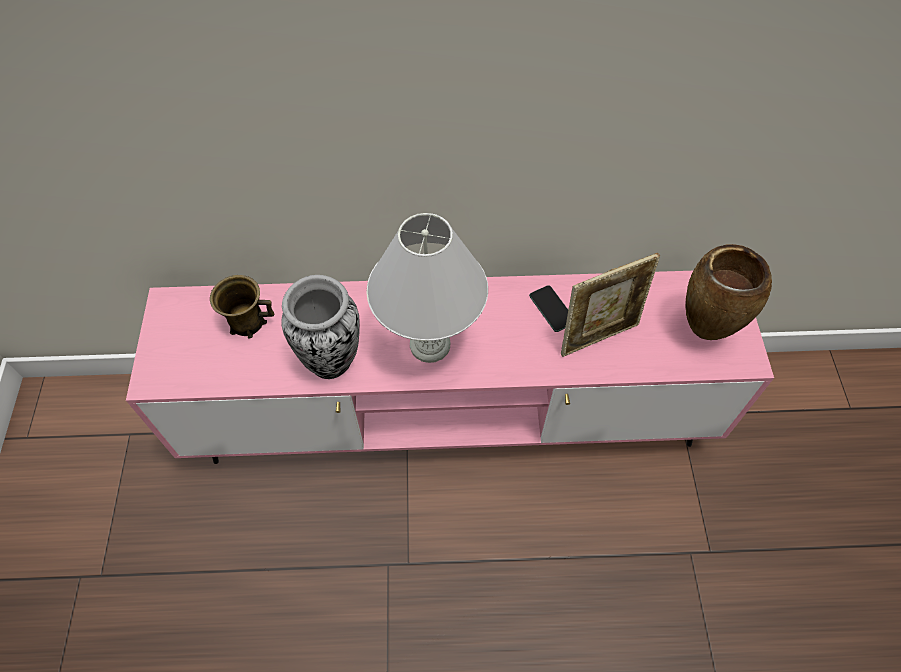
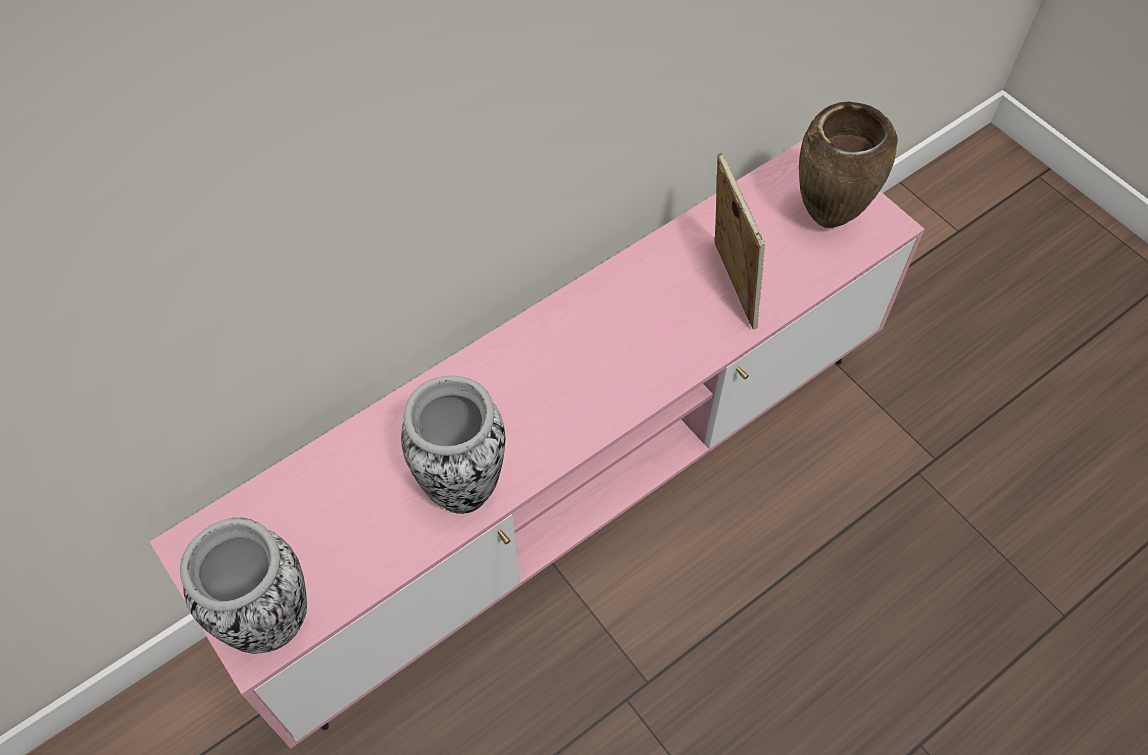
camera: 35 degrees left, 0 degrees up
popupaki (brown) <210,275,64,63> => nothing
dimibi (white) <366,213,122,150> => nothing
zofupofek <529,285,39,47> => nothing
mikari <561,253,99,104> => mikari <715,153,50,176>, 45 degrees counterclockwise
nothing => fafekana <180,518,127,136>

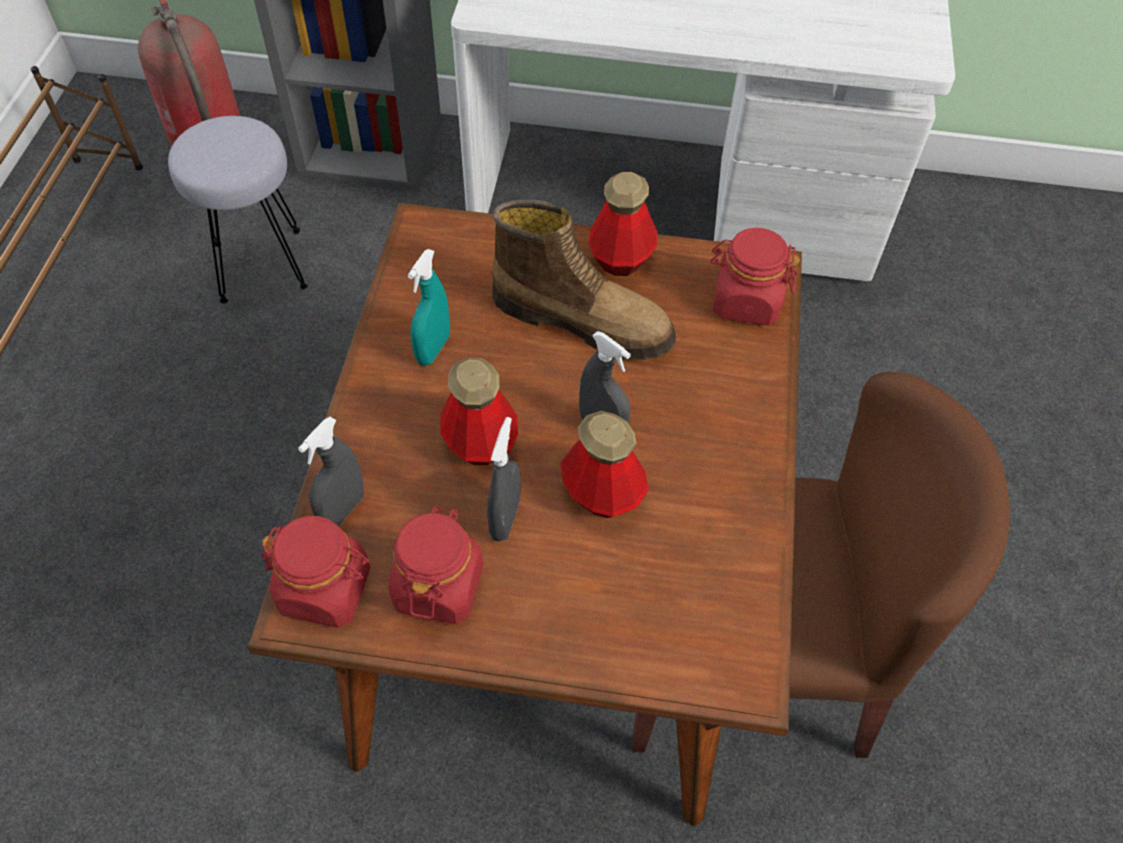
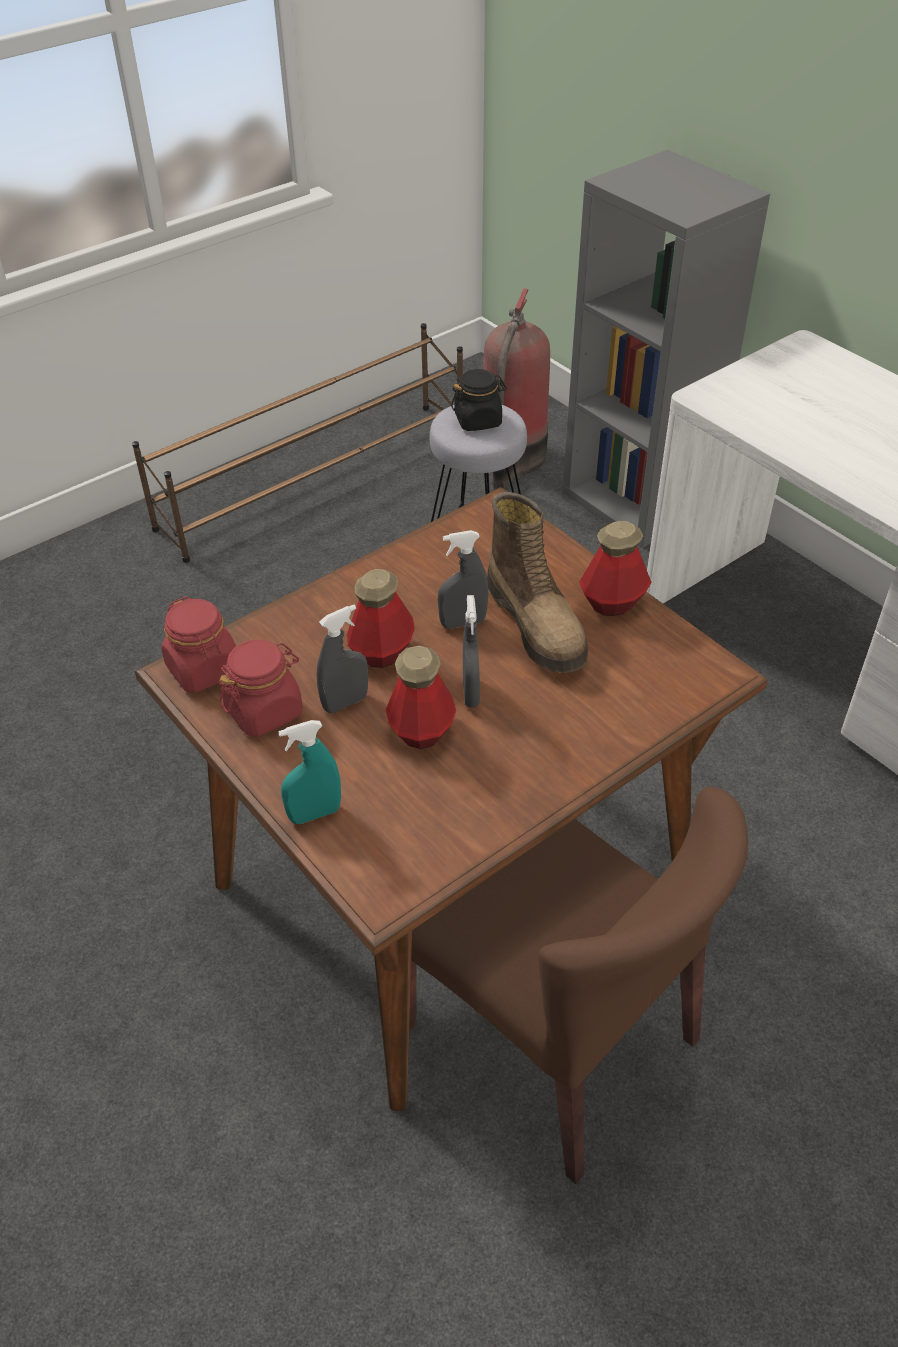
camera: 45 degrees right, 10 degrees down
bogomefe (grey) <298,416,66,110> => bogomefe (grey) <438,530,51,99>, move
bogomefe (turquoise) <408,249,42,117> => bogomefe (turquoise) <278,720,63,104>, move
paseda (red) <710,228,90,97> => nothing
nothing => paseda (black) <451,369,56,62>

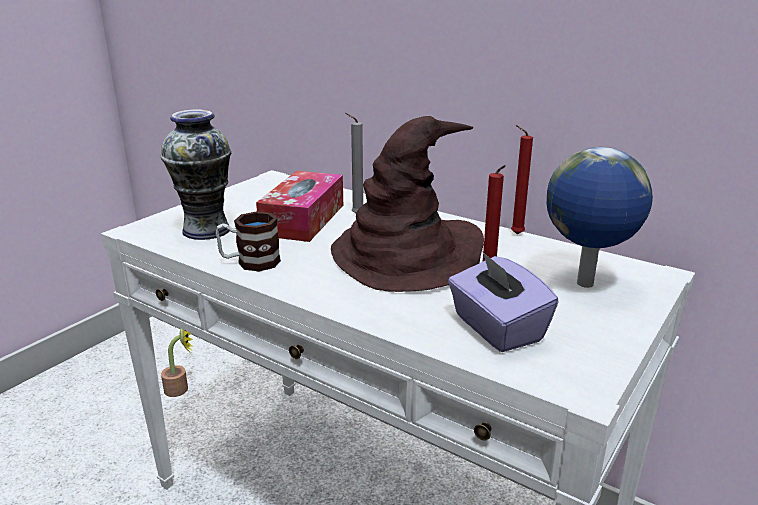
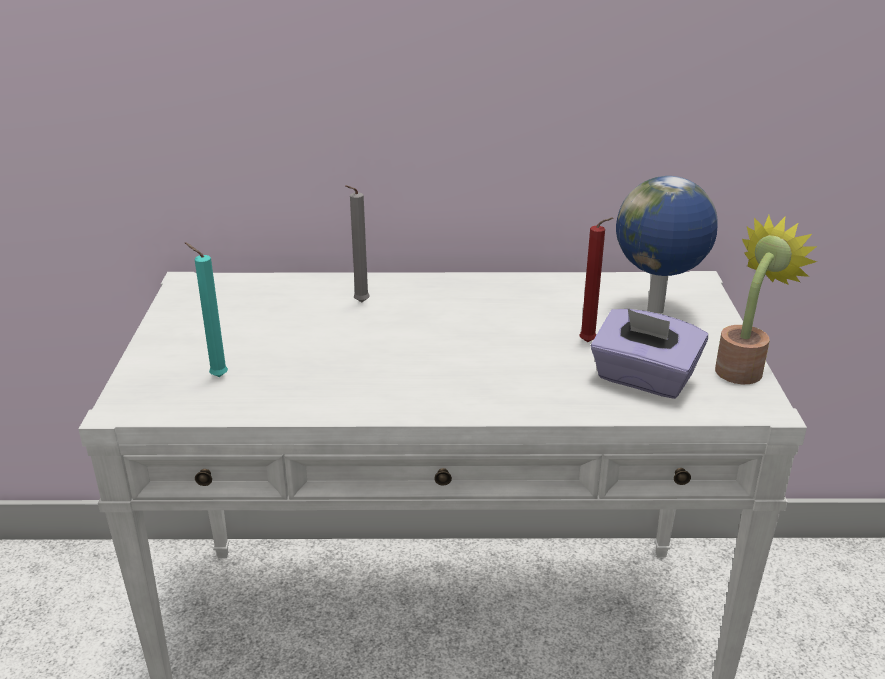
camera: 35 degrees left, 5 degrees up
fafekana <161,110,70,130> => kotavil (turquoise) <185,242,43,135>
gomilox <161,329,32,68> => gomilox <715,215,102,169>, move
popupaki <215,211,66,61> => nothing
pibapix <256,171,87,71> => nothing
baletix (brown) <331,116,153,176> => nothing
kotavil (red) <511,125,22,110> => nothing

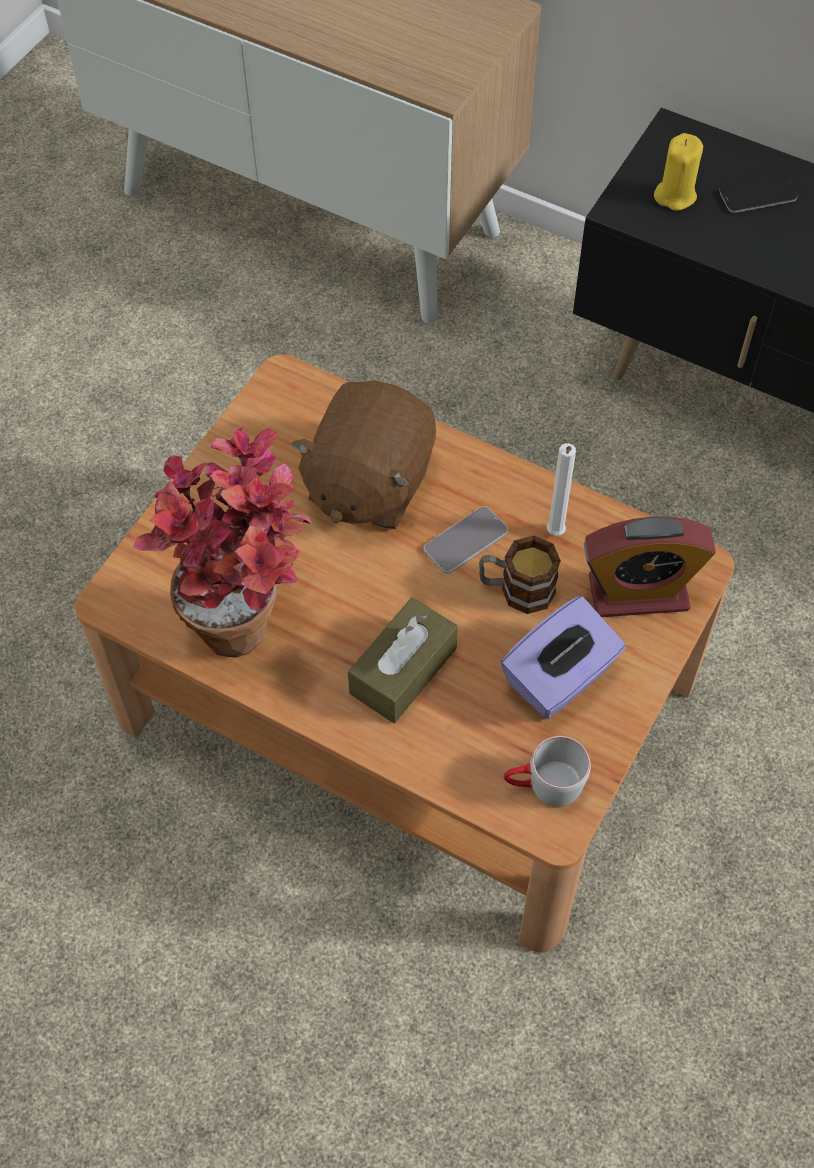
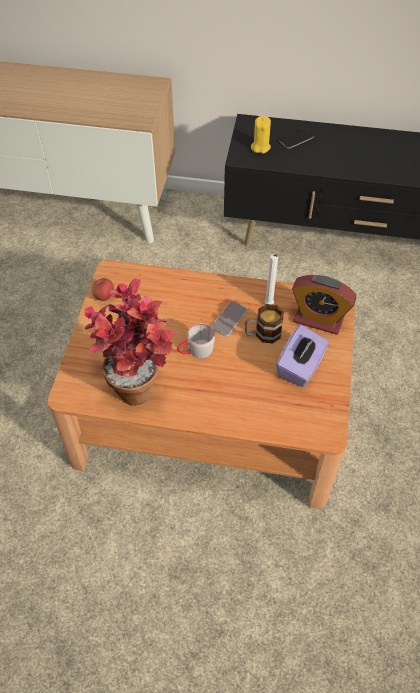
camera: 20 degrees left, 5 degrees down
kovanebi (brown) <291,381,145,148> => nothing
pibapix (brown) <348,597,110,126> => nothing
popupaki (grey) <504,736,87,71> => popupaki (grey) <177,324,38,34>, move
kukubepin <584,516,132,101> => kukubepin <292,275,65,60>, 45 degrees clockwise
nothing => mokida <92,278,22,23>

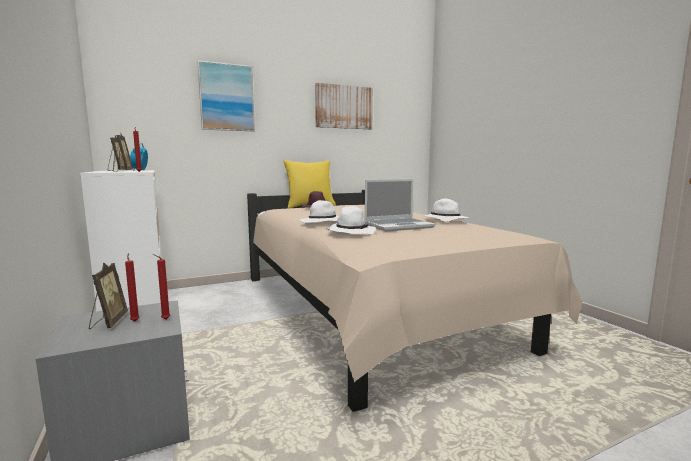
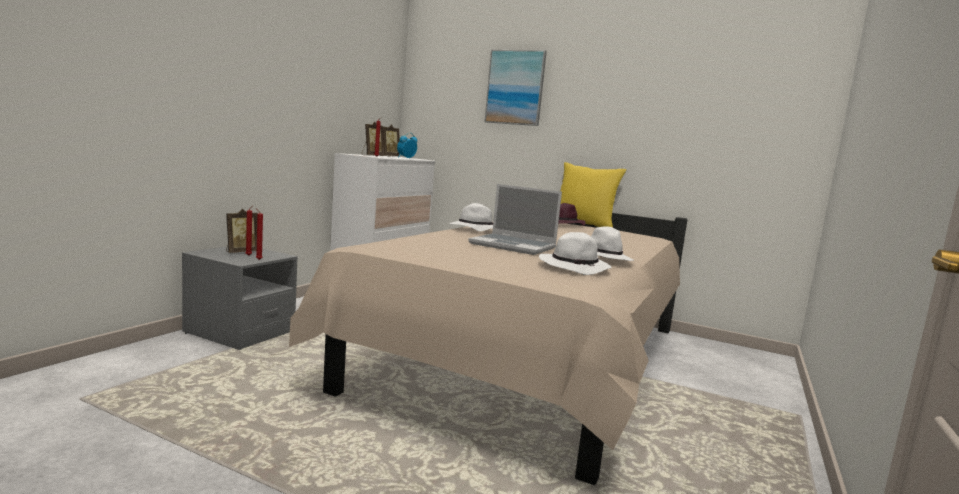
camera: 50 degrees right, 0 degrees up
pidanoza <315,83,58,46> => nothing
baletix (white) <326,206,50,29> => baletix (white) <539,232,73,43>, move

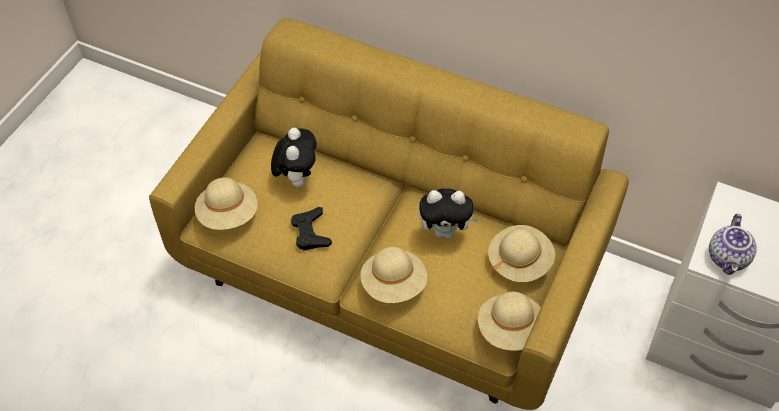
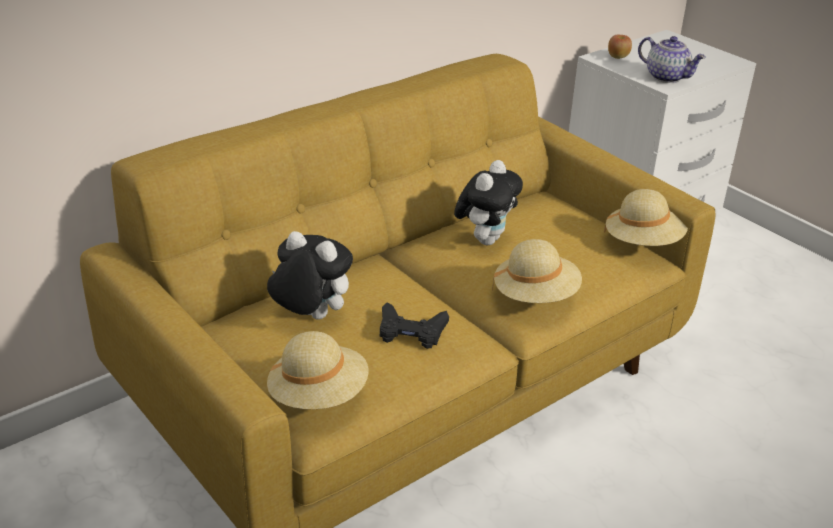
camera: 65 degrees left, 20 degrees down
baletix (beige) <488,225,67,57> => nothing
nothing => mokida <608,35,24,24>

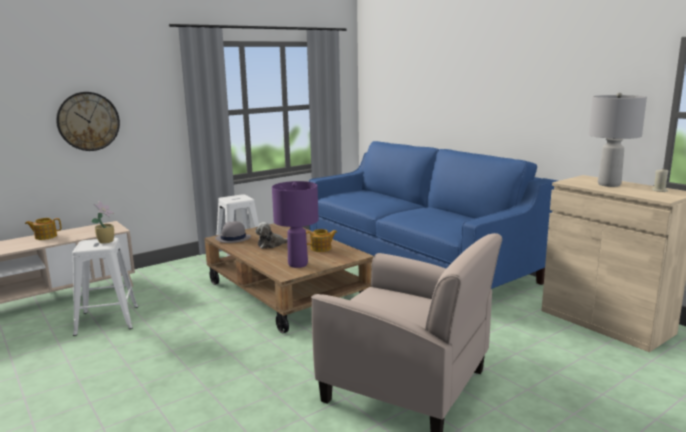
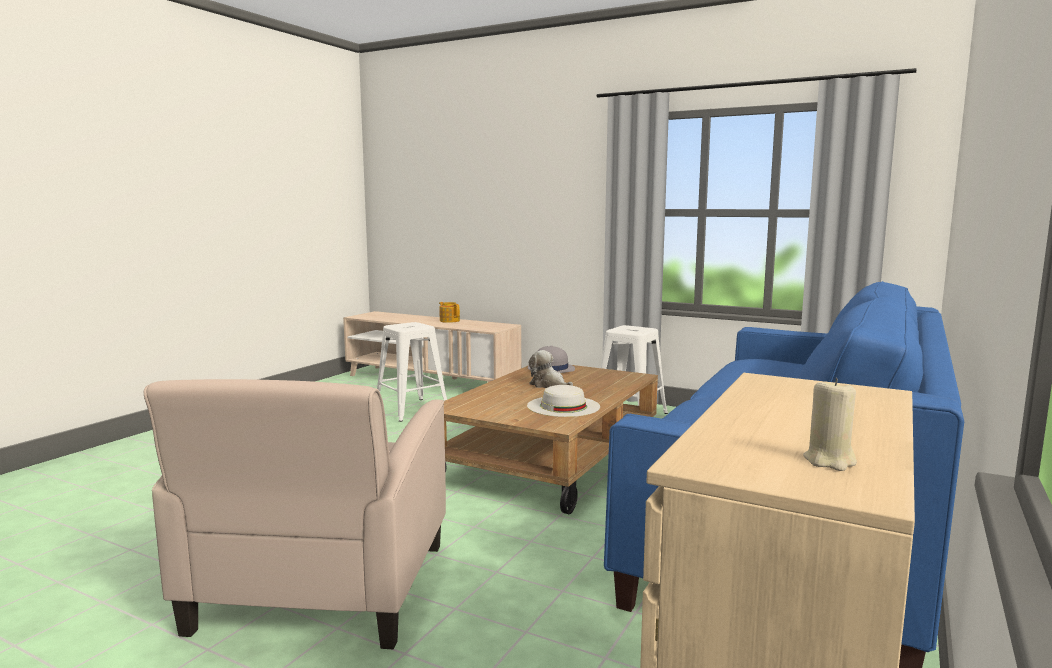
camera: 65 degrees right, 5 degrees down
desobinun <56,92,64,59> => nothing
gomilox <91,201,23,43> => nothing
dimibi (purple) <272,181,47,87> => nothing
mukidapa <306,229,31,23> => baletix (white) <527,385,73,32>
dimibi (grey) <589,93,58,94> => nothing

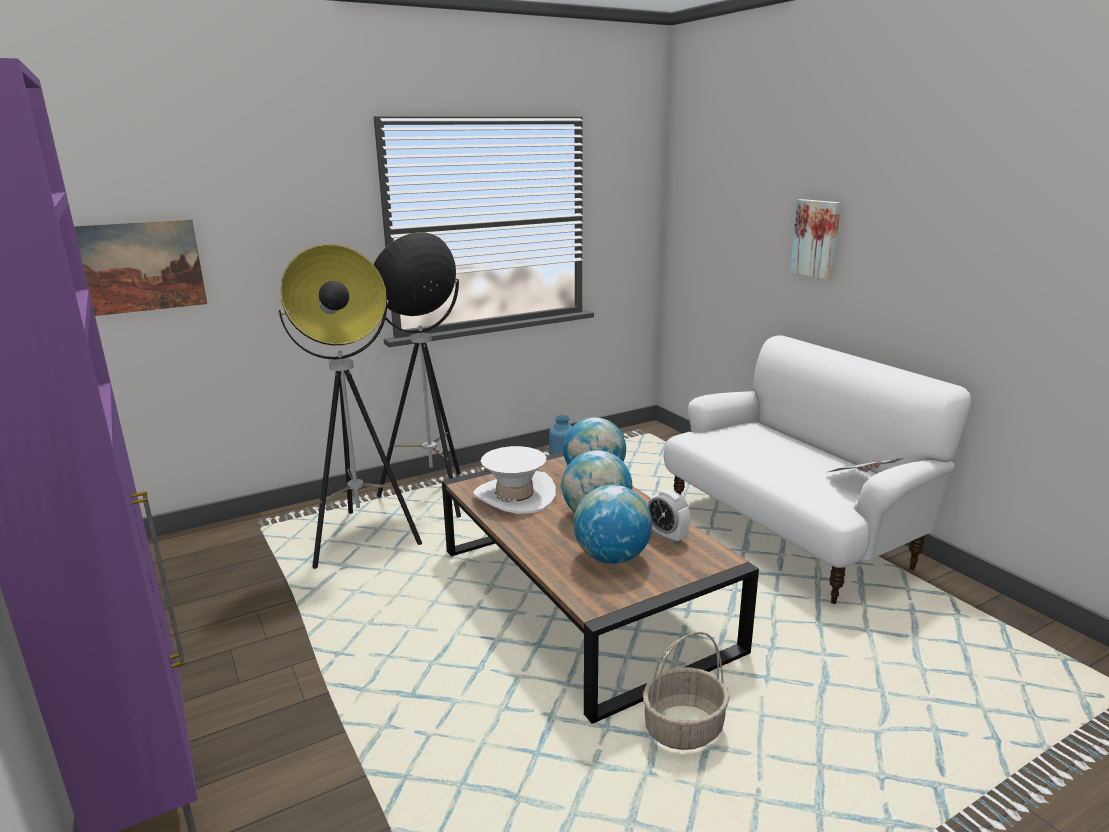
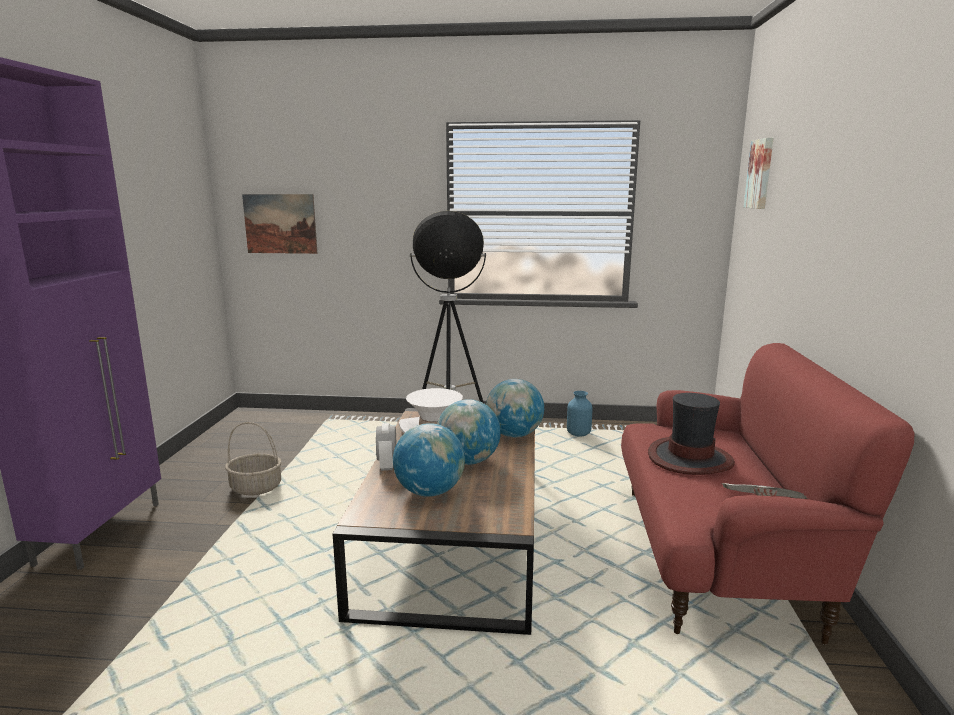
camera: 35 degrees right, 5 degrees down
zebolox <278,244,144,325> => nothing
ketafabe <643,632,87,118> => ketafabe <225,422,57,73>, move
kukubepin <647,490,43,53> => kukubepin <376,423,20,48>, move
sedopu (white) <664,336,308,268> => sedopu (red) <621,343,293,302>
pidanoza <790,199,51,81> => pidanoza <744,138,30,71>, move
nothing => baletix <648,393,87,82>

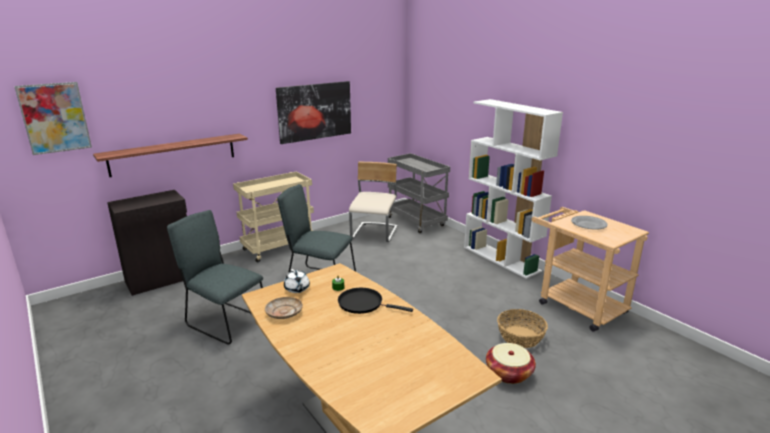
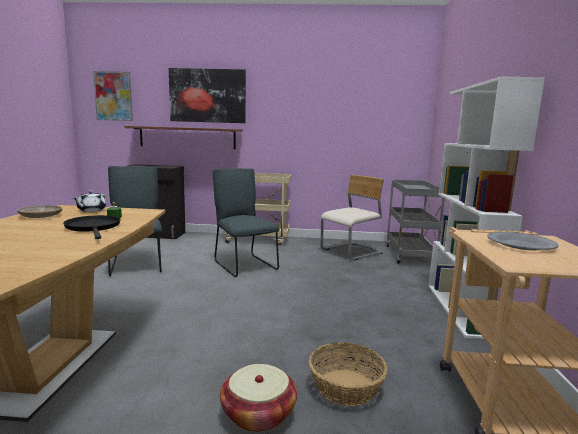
camera: 40 degrees right, 10 degrees down
pidanoza <276,81,75,63> => pidanoza <169,68,77,55>, move

